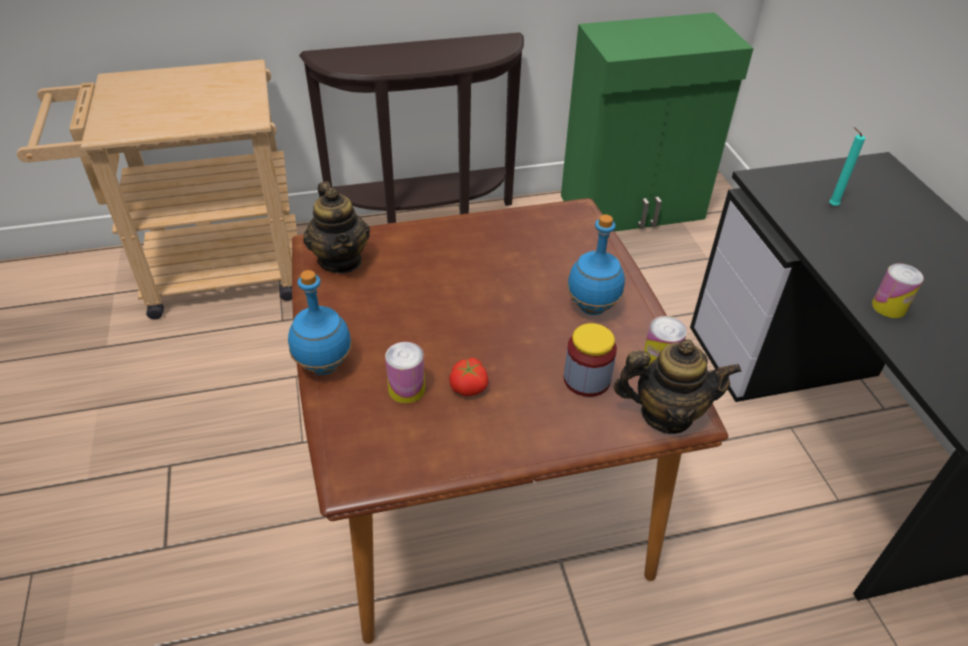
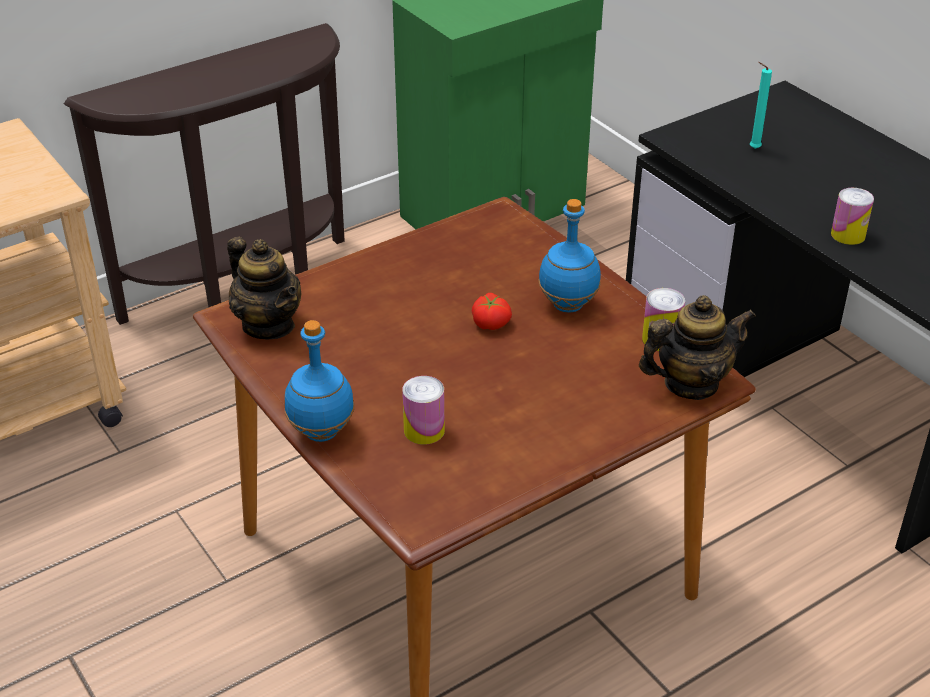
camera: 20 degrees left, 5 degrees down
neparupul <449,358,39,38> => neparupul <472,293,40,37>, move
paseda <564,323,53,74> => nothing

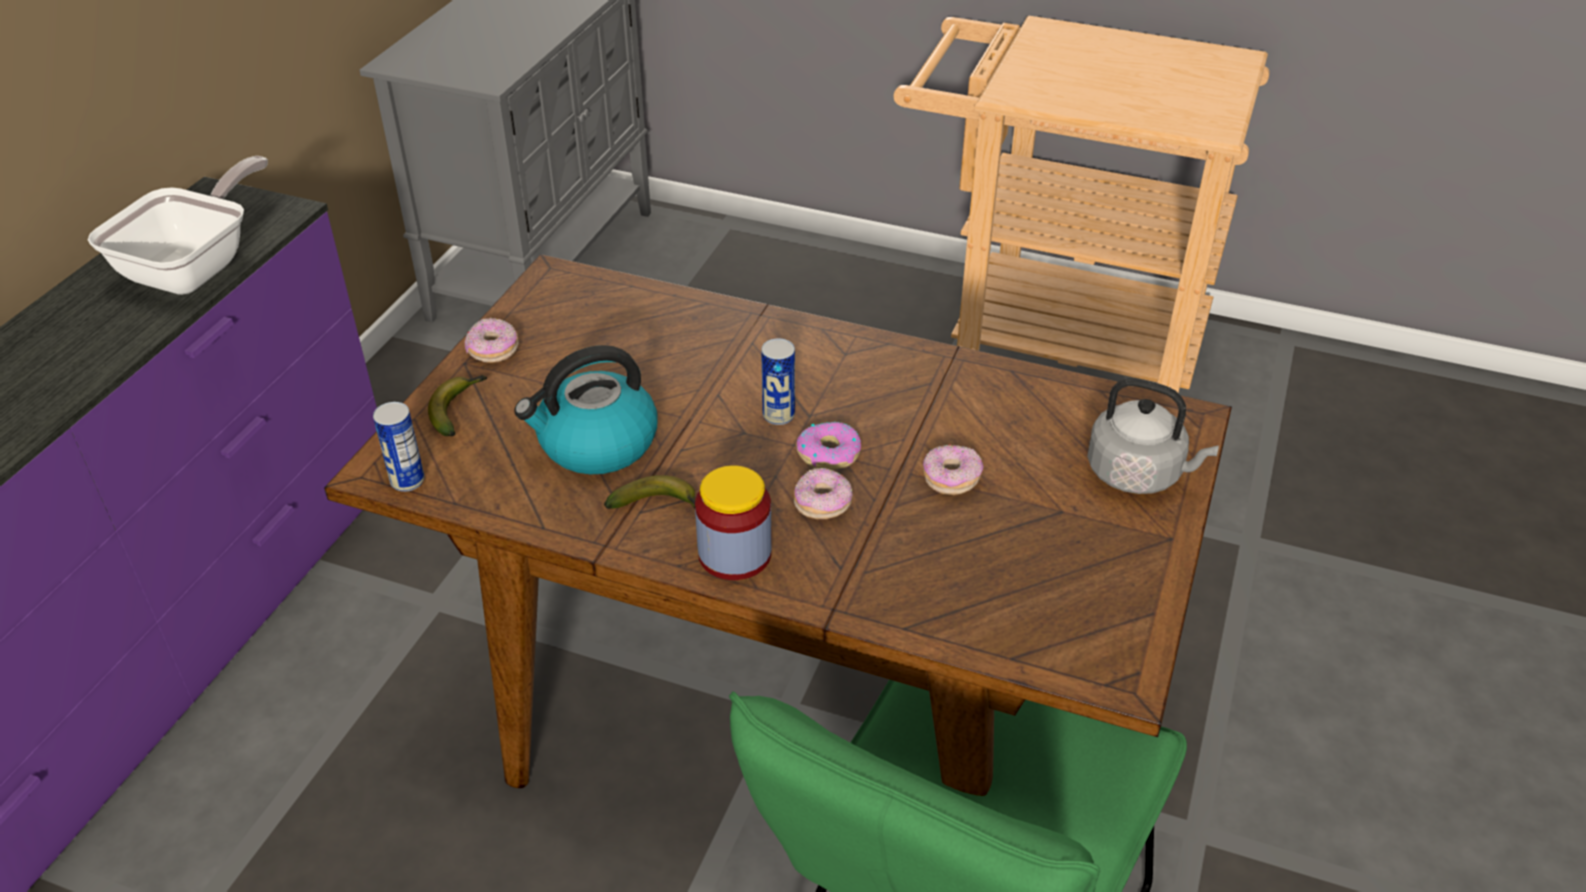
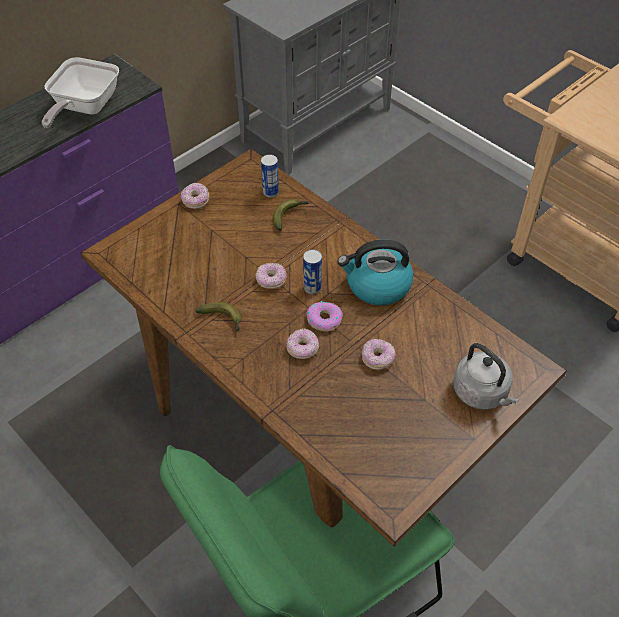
camera: 25 degrees right, 10 degrees up
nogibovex <88,156,180,139> => nogibovex <42,57,77,71>, 150 degrees clockwise
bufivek <373,402,52,90> => bufivek <261,154,18,44>, move
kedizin <428,375,59,61> => kedizin <273,199,36,32>, move
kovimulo <514,345,143,129> => kovimulo <337,240,76,66>, move
paseda <695,465,77,115> => nothing
nothing => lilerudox <256,263,31,26>

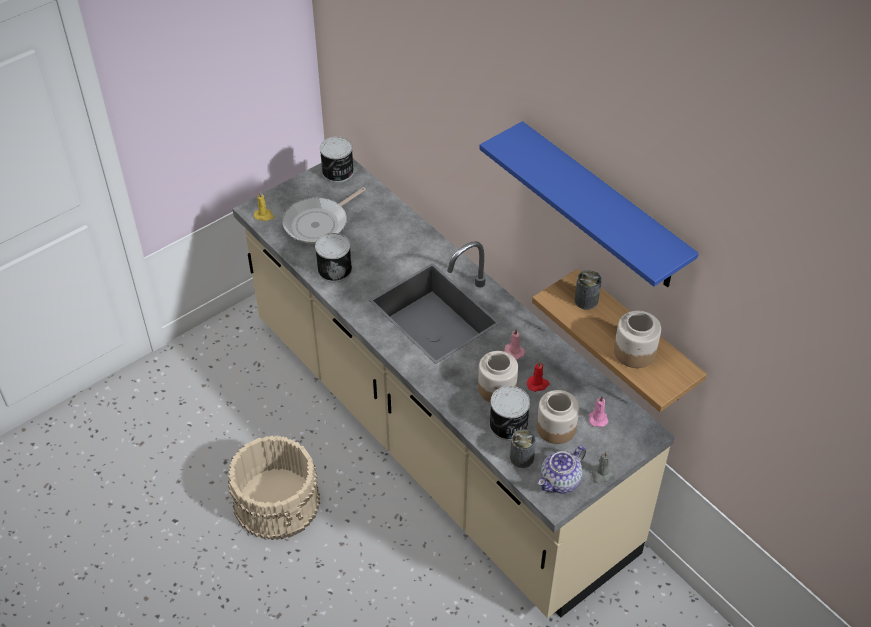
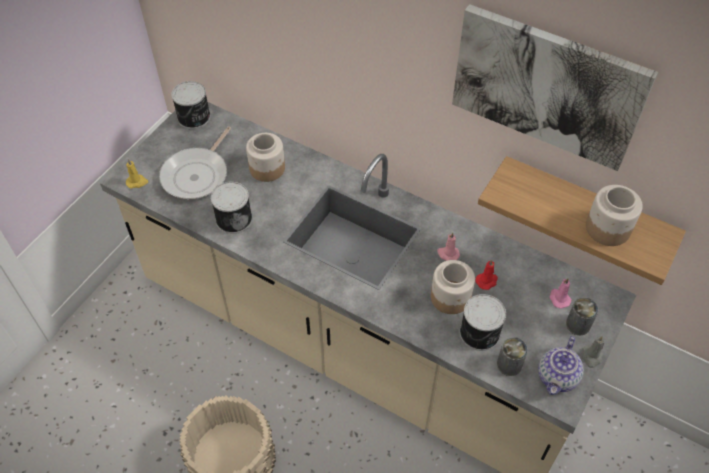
camera: 20 degrees left, 5 degrees up
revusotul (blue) <479,121,220,166> => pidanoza <452,4,206,167>
paseda <537,390,42,54> => paseda <246,133,39,49>, move
bufivek <574,270,28,40> => bufivek <566,297,32,38>, move

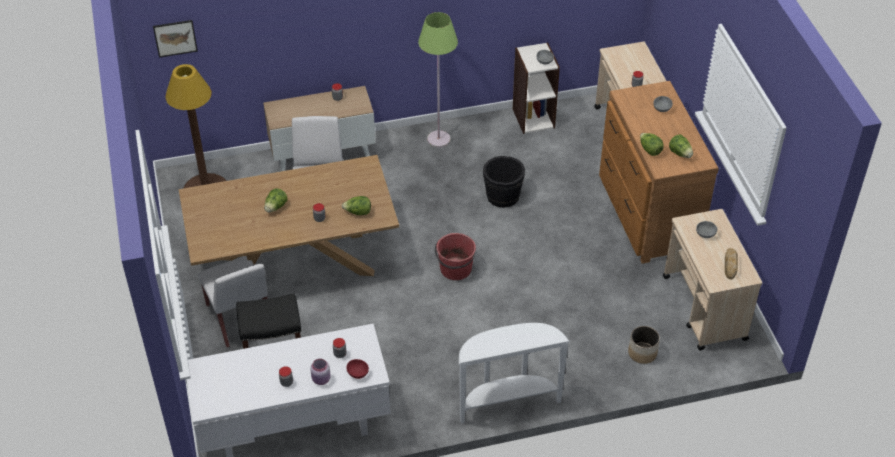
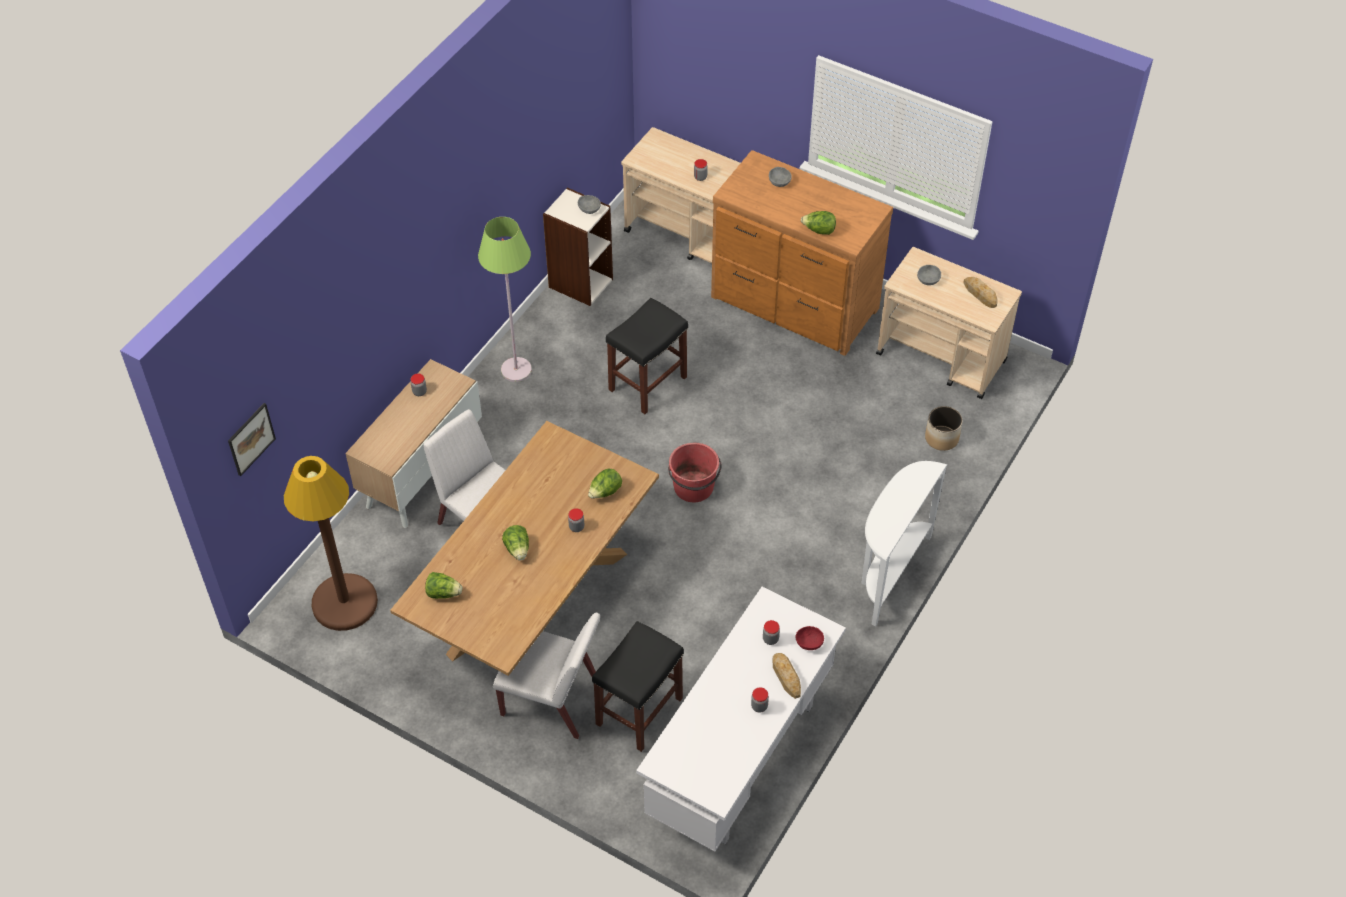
camera: 45 degrees left, 5 degrees up
paseda (pink) <310,359,21,26> => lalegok <772,653,29,46>
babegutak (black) <483,156,42,52> => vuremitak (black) <606,298,82,116>
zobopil <669,134,24,24> => zobopil <425,572,37,27>, move

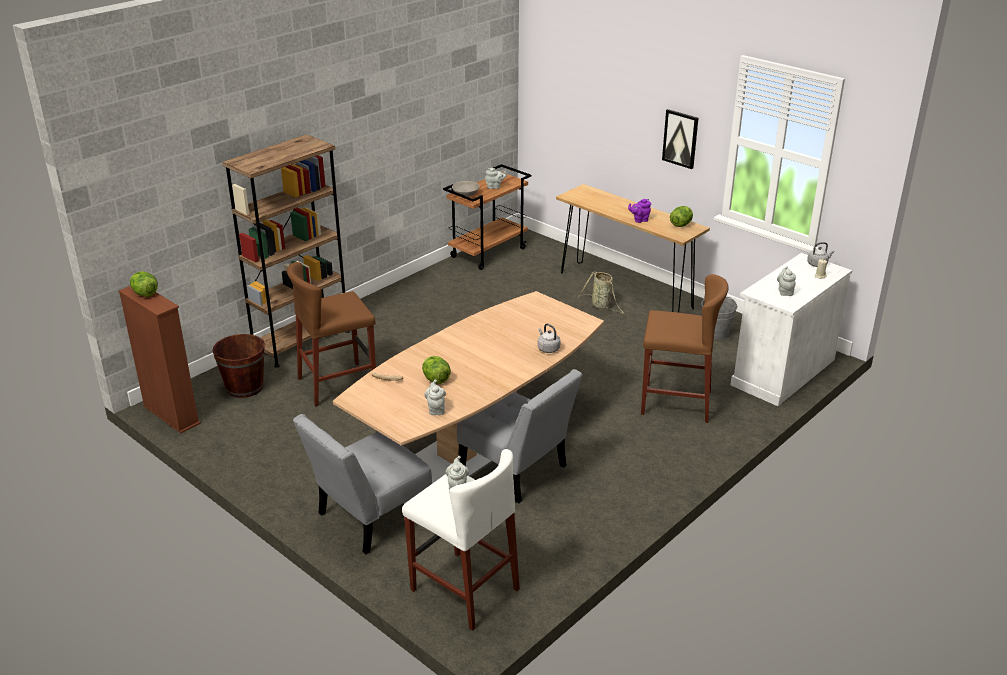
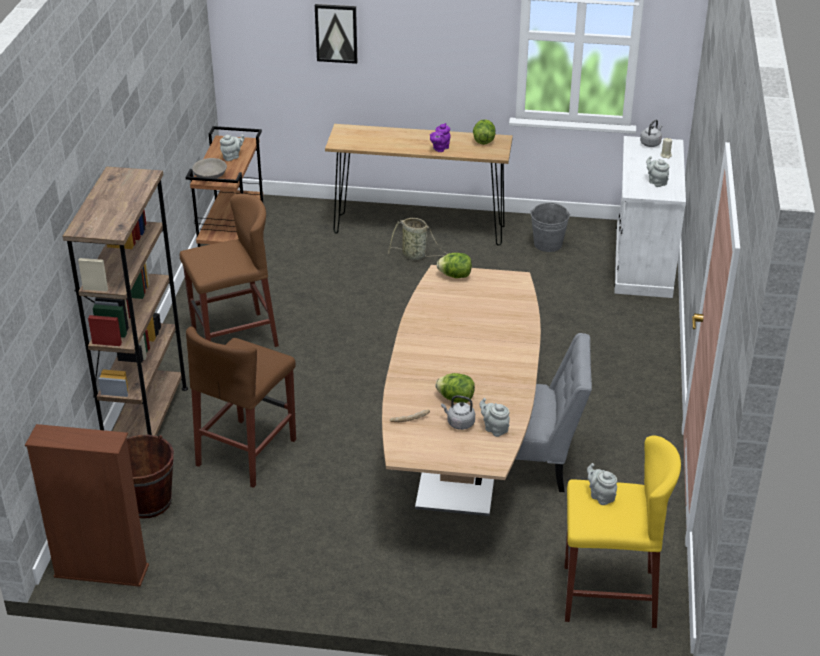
camera: 35 degrees left, 5 degrees up
zobopil <130,271,28,26> => zobopil <437,253,35,25>, move
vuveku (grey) <293,414,139,140> => nothing
vuremitak (white) <402,449,118,182> => vuremitak (yellow) <564,435,117,193>
kovimulo (grey) <538,323,23,30> => kovimulo (grey) <441,395,34,35>, move
vuremitak (brown) <641,274,87,149> => vuremitak (brown) <180,194,99,153>, move
pidanoza <662,109,36,60> => pidanoza <315,4,42,60>, move

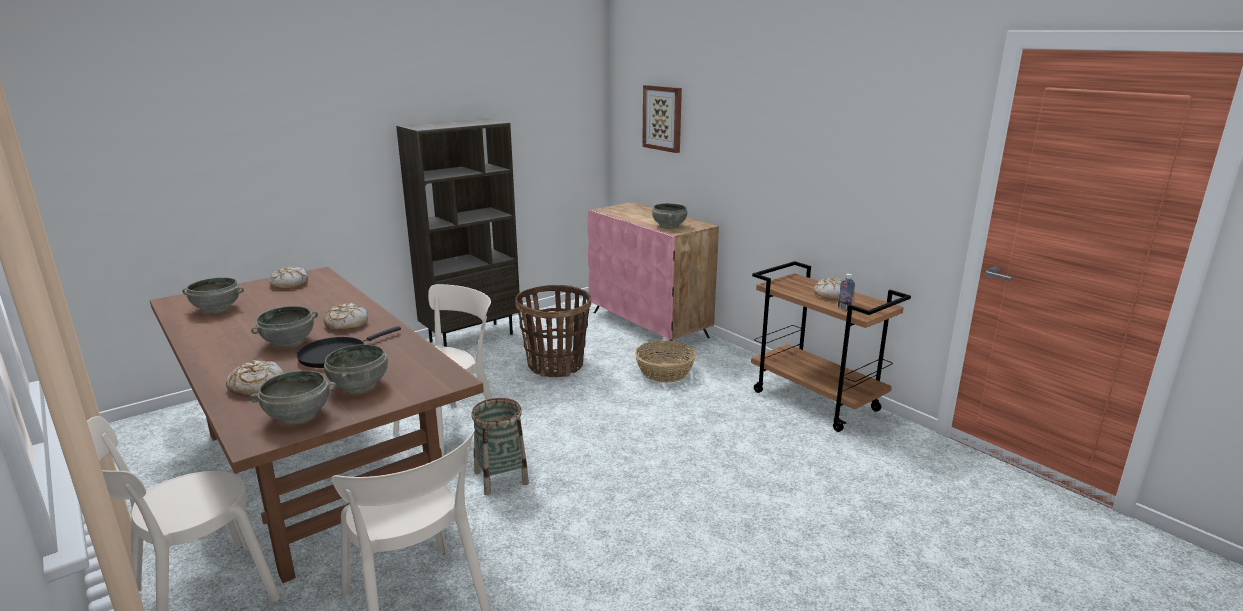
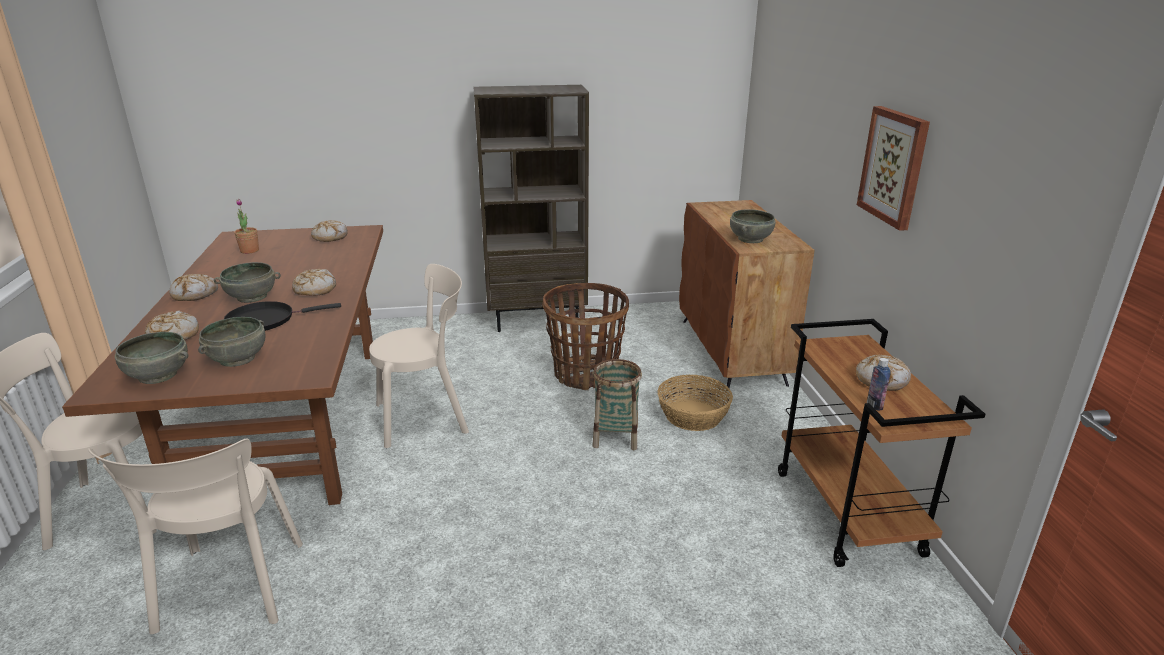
camera: 30 degrees right, 5 degrees up
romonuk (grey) <182,278,62,36> => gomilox <234,199,25,55>
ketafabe <471,398,58,97> => ketafabe <593,359,49,91>, move
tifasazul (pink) <587,202,132,147> => tifasazul (brown) <679,200,136,188>
pidanoza <642,85,40,68> => pidanoza <857,106,73,125>, move
nothing => lalegok <169,274,49,27>

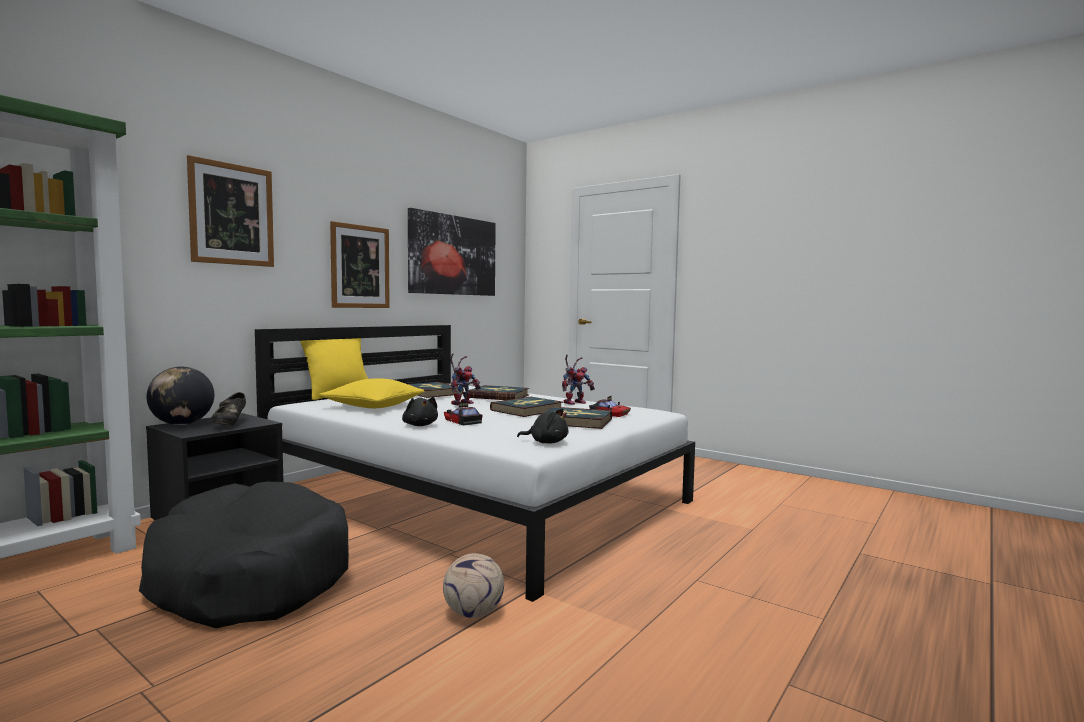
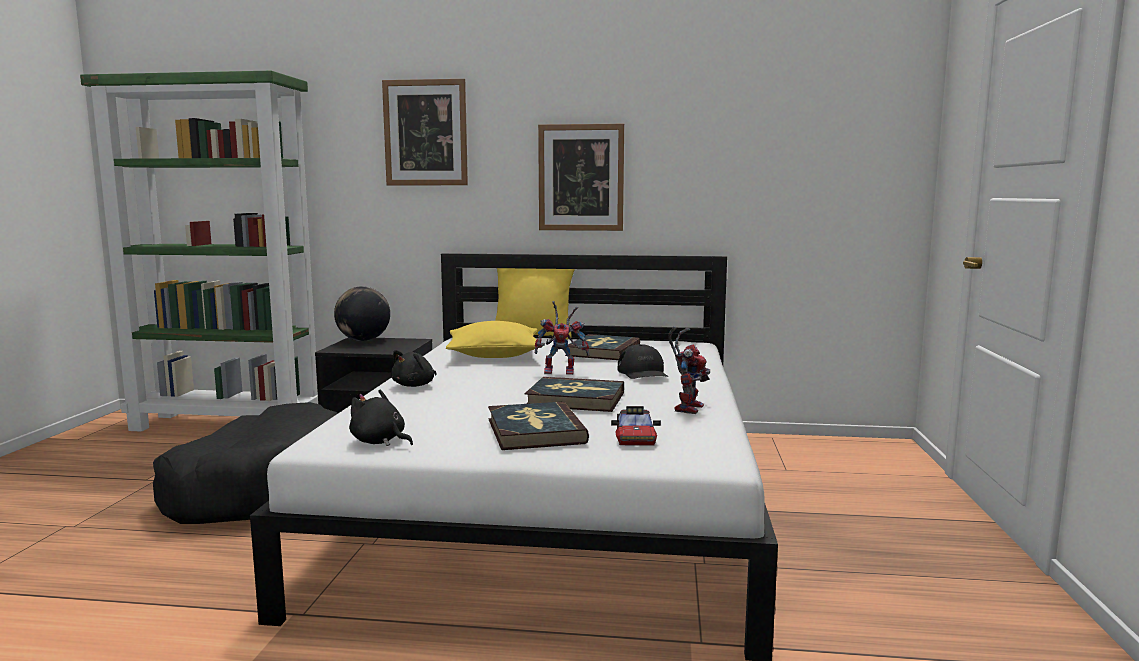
camera: 60 degrees right, 5 degrees up
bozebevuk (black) <212,392,34,33> => nothing
pidanoza <408,208,88,88> => nothing
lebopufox <443,553,61,65> => nothing
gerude <444,402,39,23> => nothing
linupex <468,385,61,15> => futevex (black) <617,344,51,35>
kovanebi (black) <517,409,51,35> => kovanebi (black) <349,389,64,57>, 135 degrees clockwise
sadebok <562,354,33,51> => sadebok <668,326,42,88>, 90 degrees counterclockwise

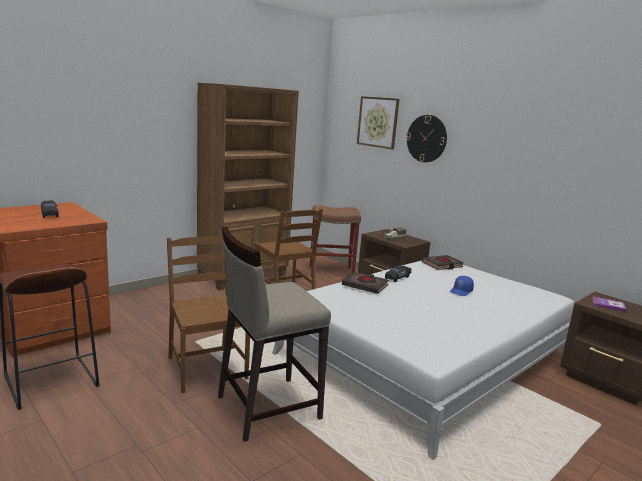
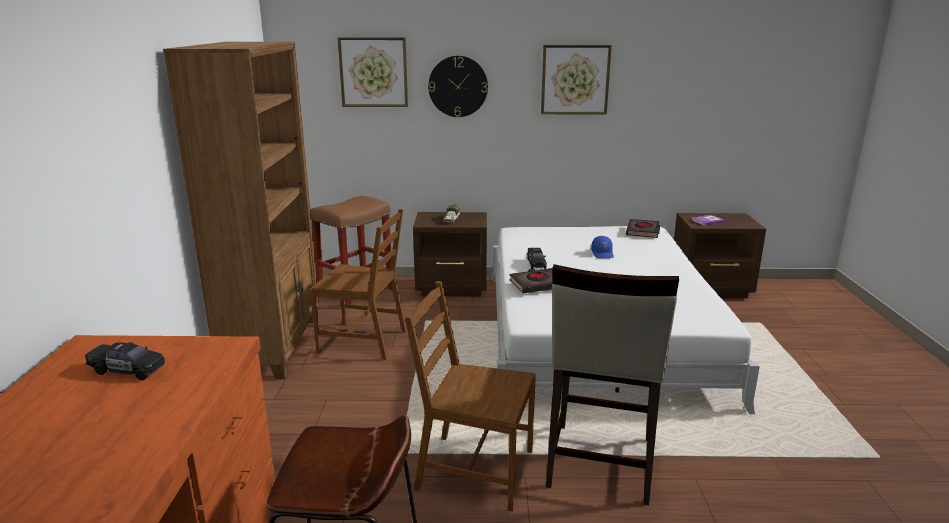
camera: 45 degrees left, 5 degrees up
linupex (black) <421,255,43,15> => linupex (black) <626,219,34,19>, move
nothing => pidanoza <541,45,71,69>

